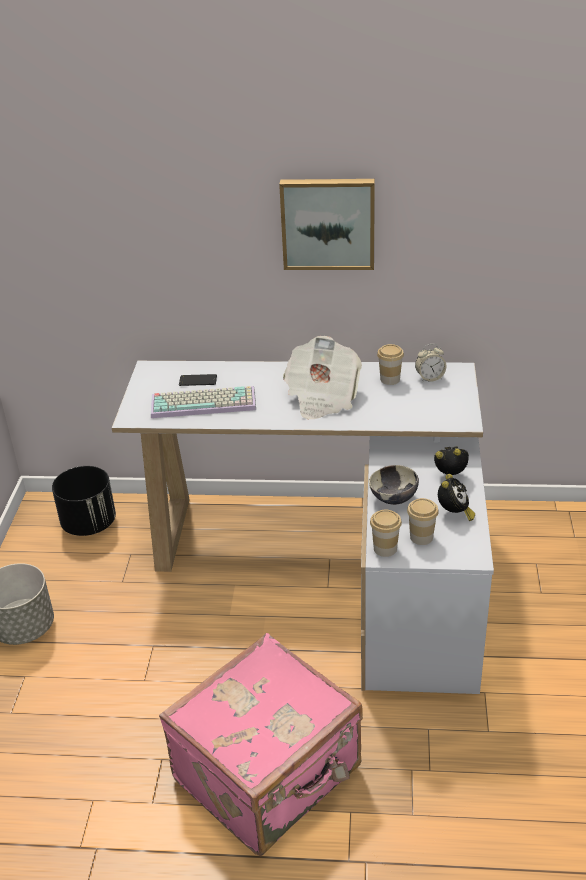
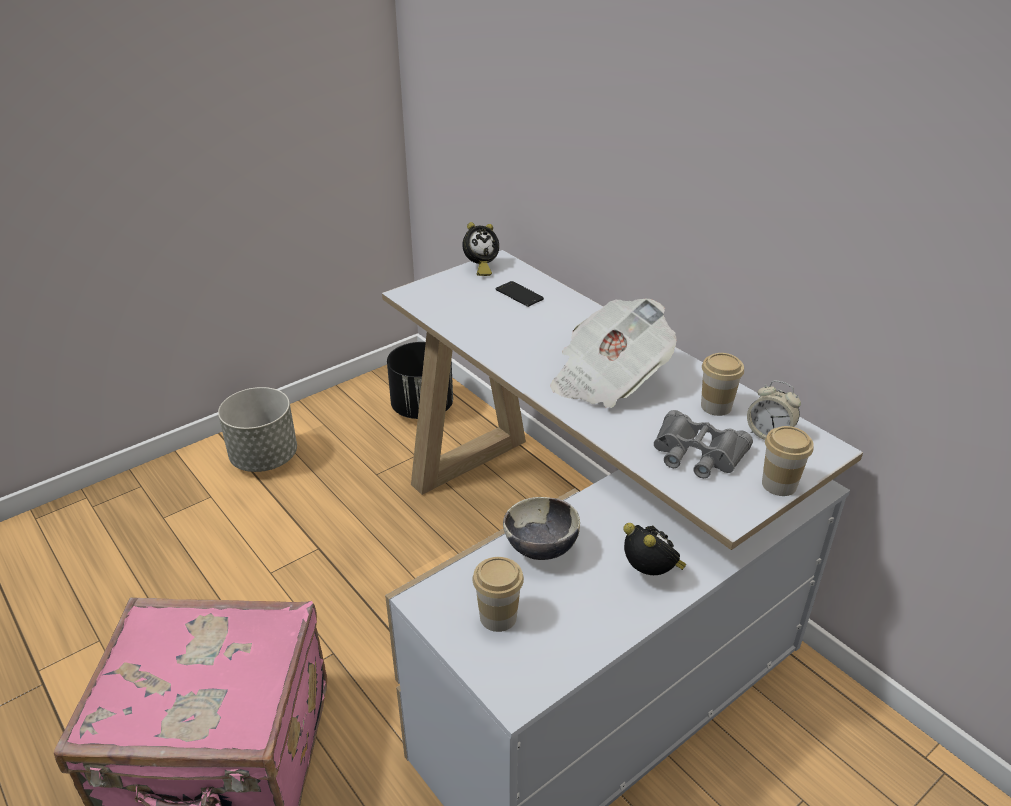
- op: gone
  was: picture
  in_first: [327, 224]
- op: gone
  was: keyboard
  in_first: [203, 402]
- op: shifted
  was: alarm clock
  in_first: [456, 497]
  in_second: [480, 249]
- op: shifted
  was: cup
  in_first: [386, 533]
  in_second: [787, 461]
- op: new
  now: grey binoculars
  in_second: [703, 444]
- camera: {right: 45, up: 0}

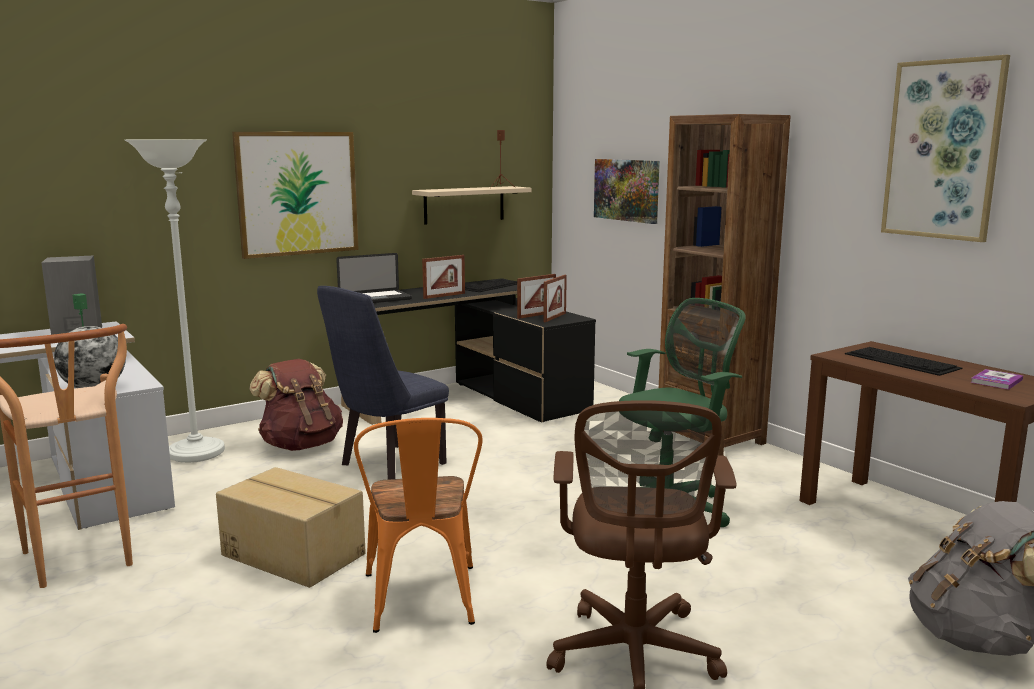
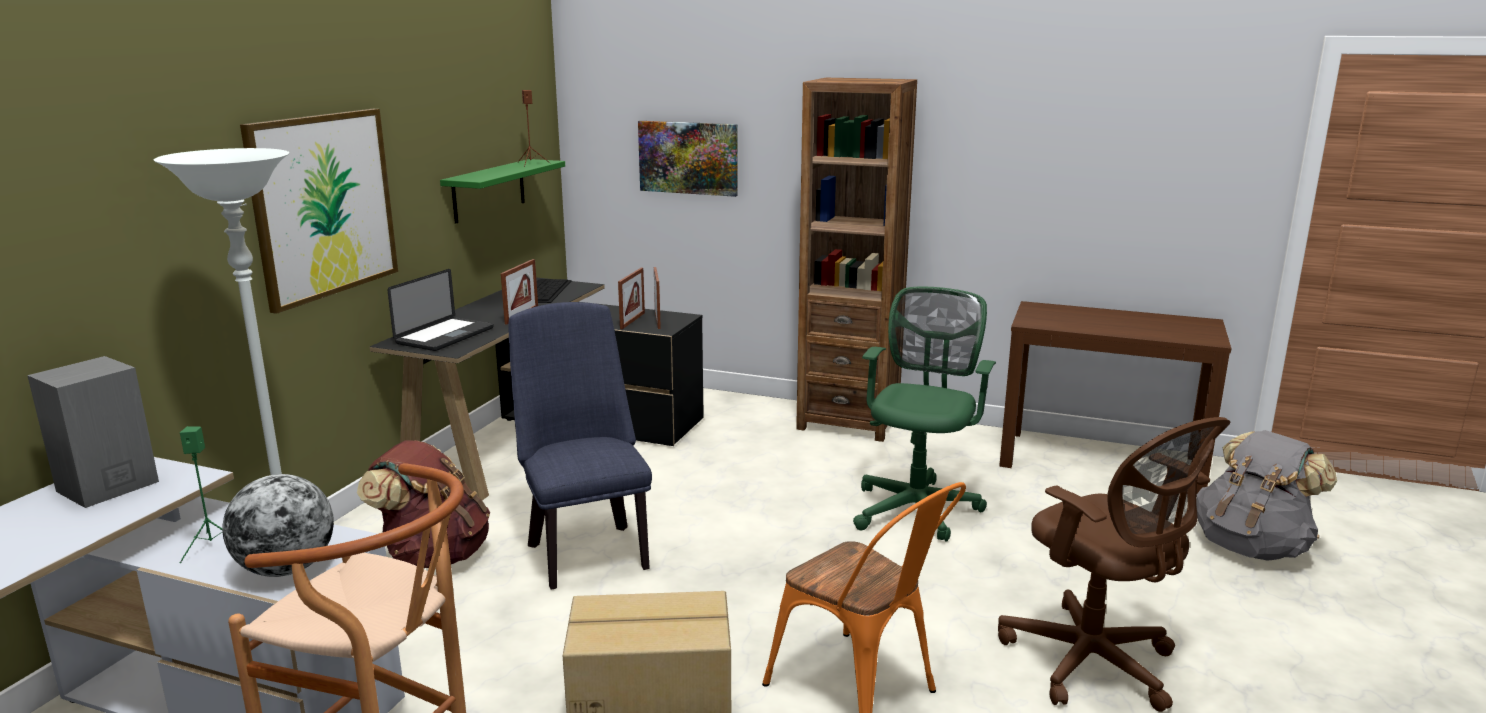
- op: gone
  was: picture
  in_first: [945, 148]
- op: repainted
  was: beige shelf
  now: green shelf
  in_first: [472, 205]
  in_second: [502, 191]
- op: rotated
  was: blue chair
  in_first: [383, 383]
  in_second: [580, 446]
  clockwise: 150
- op: gone
  was: keyboard
  in_first: [903, 361]
- op: gone
  was: book
  in_first: [997, 379]
- camera: {right: -35, up: 5}

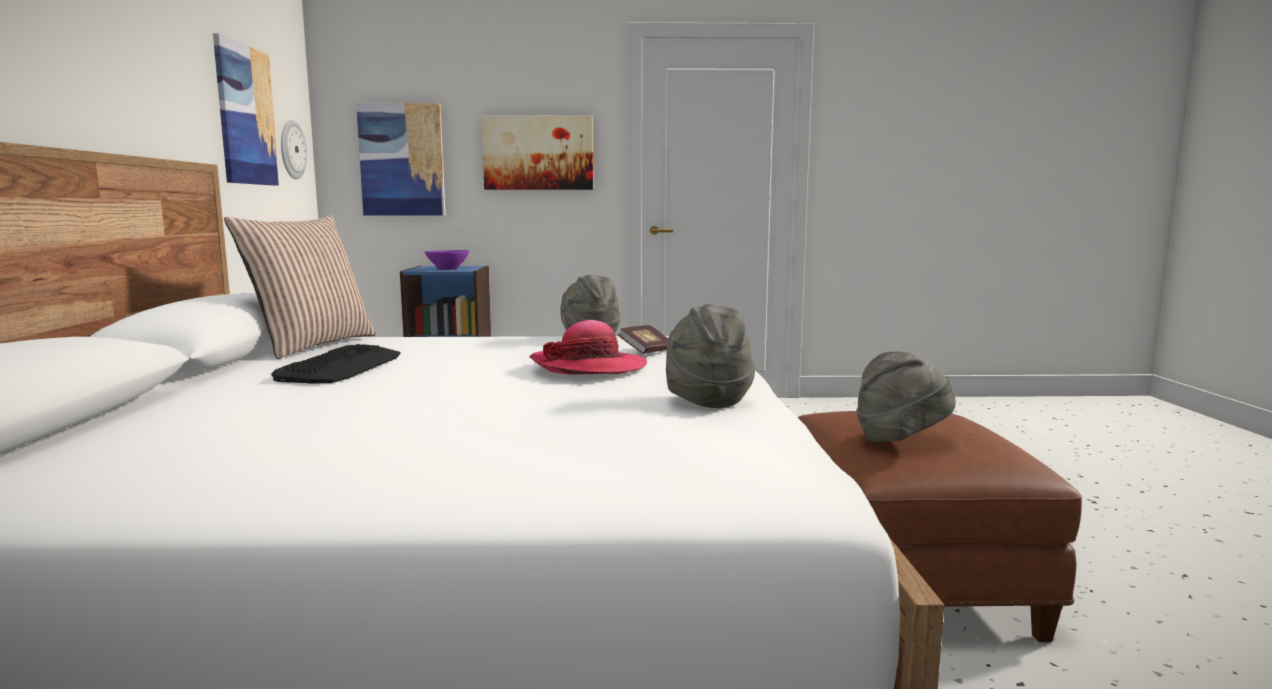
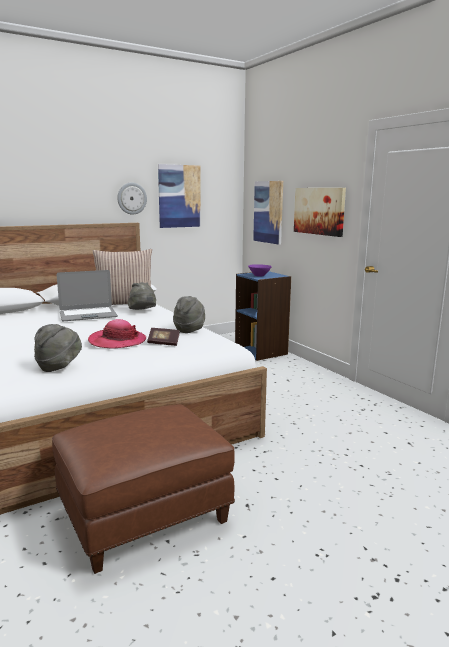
- op: shifted
  was: wall clock
  in_first: [294, 149]
  in_second: [132, 198]
- op: swapped
  was: keyboard
  now: laptop
  in_first: [336, 364]
  in_second: [87, 295]
- op: shifted
  was: grey hat
  in_first: [906, 397]
  in_second: [142, 296]
- camera: {right: 60, up: 5}

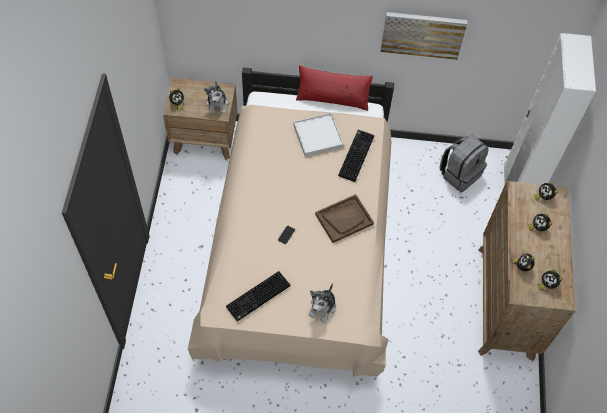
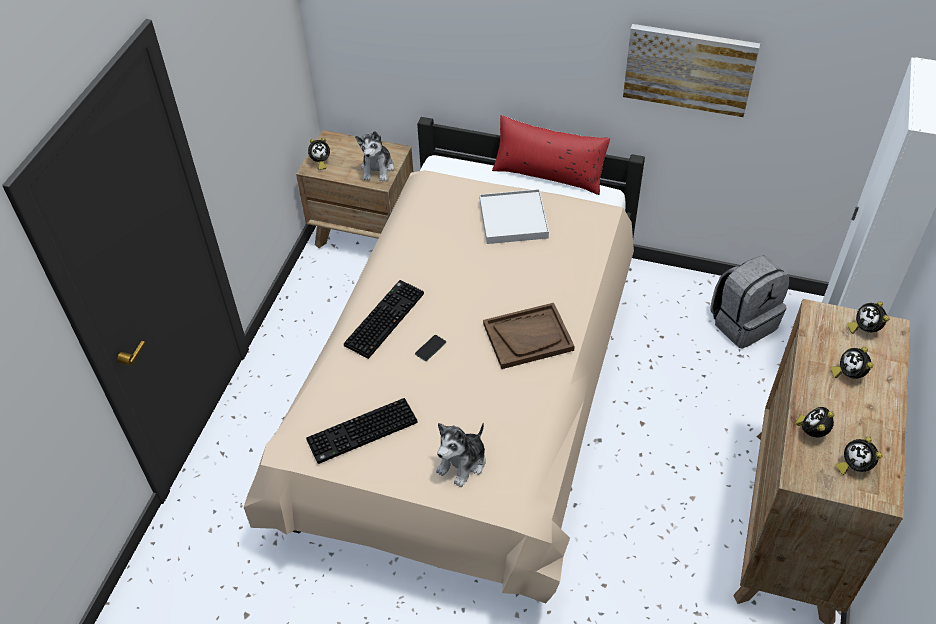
- op: shifted
  was: keyboard
  in_first: [356, 156]
  in_second: [384, 319]
- camera: {right: 15, up: -10}

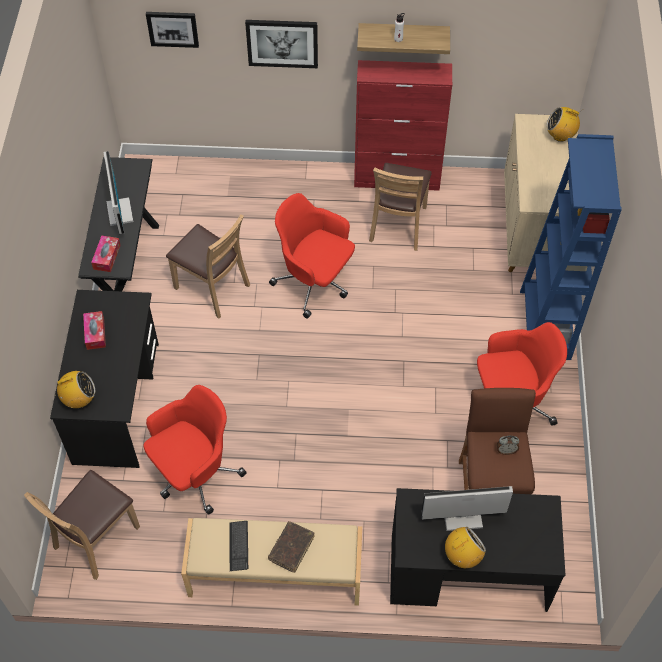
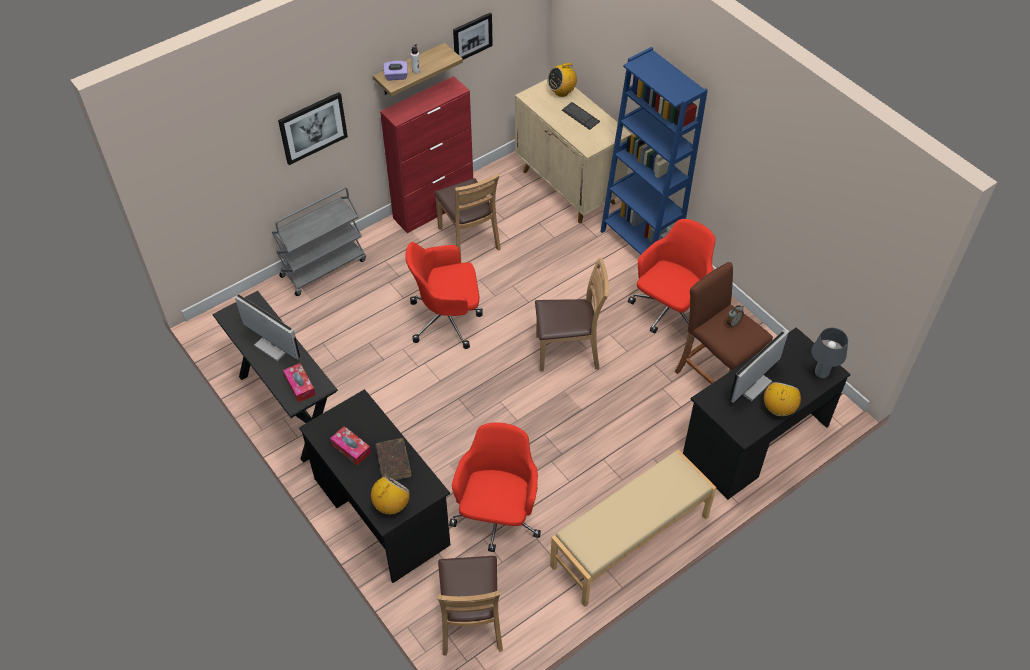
- op: shifted
  was: picture
  in_first: [172, 30]
  in_second: [473, 36]
- op: shifted
  was: brown chair
  in_first: [208, 266]
  in_second: [572, 315]
- op: shifted
  was: keyboard
  in_first: [238, 546]
  in_second: [581, 116]
- op: shifted
  was: brown book
  in_first: [291, 547]
  in_second: [393, 459]
- op: new
  now: purple tissue box
  in_second: [395, 71]
- op: new
  now: grey cart
  in_second: [319, 241]
- op: new
  now: grey table lamp
  in_second: [830, 353]
- camera: {right: -40, up: -5}

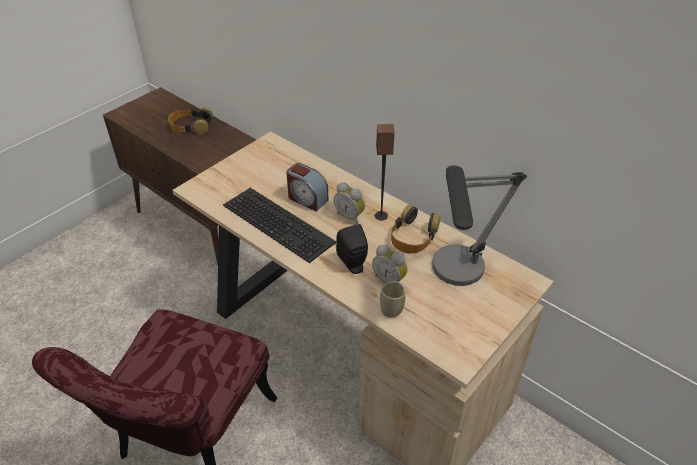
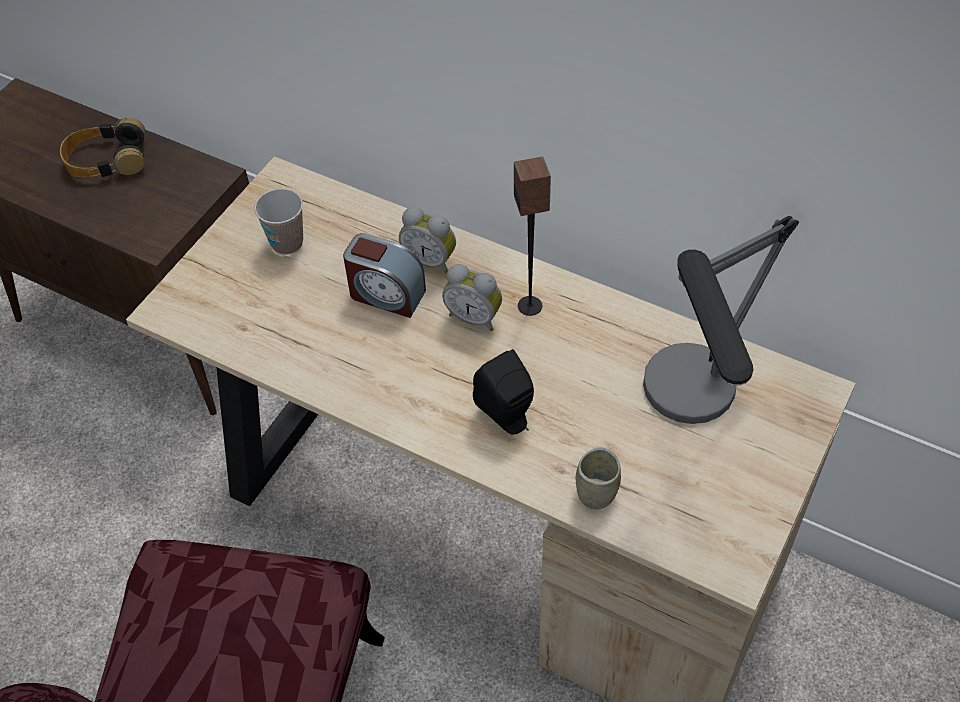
- op: gone
  was: keyboard
  in_first: [279, 225]
- op: gone
  was: headphones
  in_first: [416, 229]
- op: shifted
  was: alarm clock
  in_first: [389, 264]
  in_second: [427, 240]
- op: new
  now: cup
  in_second: [278, 221]
- camera: {right: -10, up: 10}

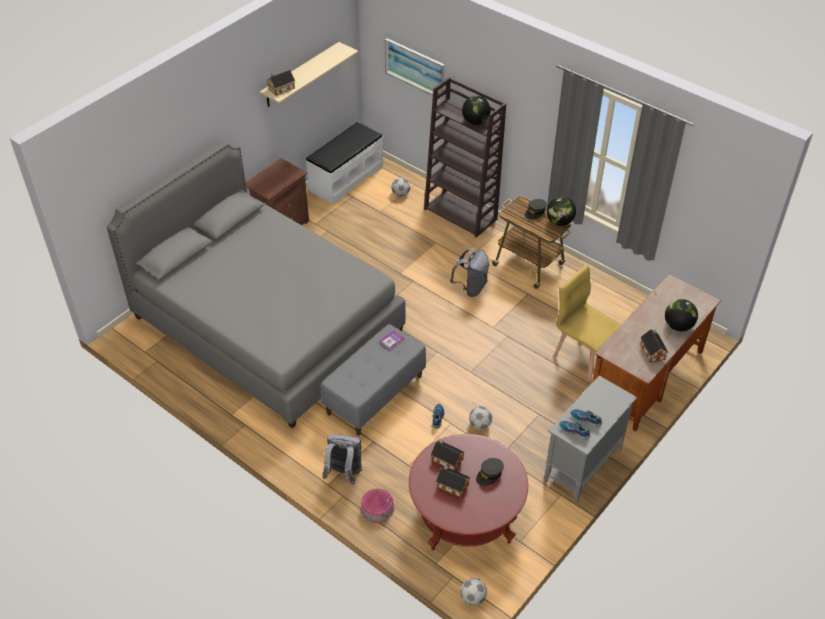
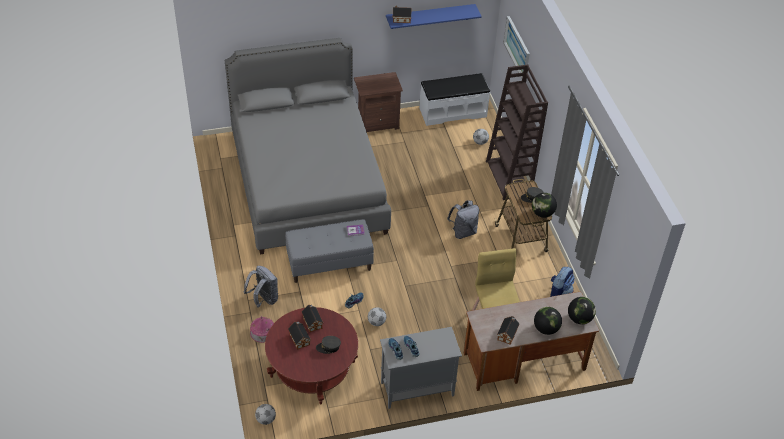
- op: repainted
  was: beige shelf
  now: blue shelf
  in_first: [309, 74]
  in_second: [434, 16]
- op: shifted
  was: globe
  in_first: [476, 110]
  in_second: [582, 310]
- op: new
  now: backpack
  in_second: [562, 281]
- camera: {right: 35, up: 0}

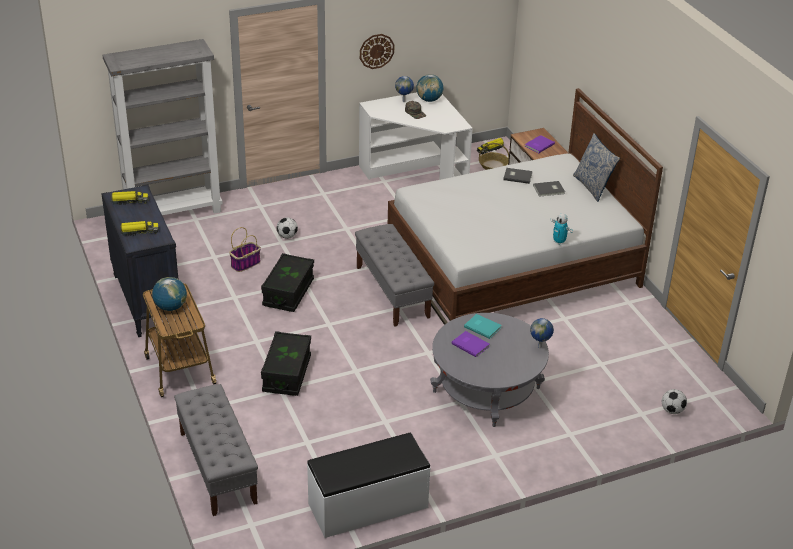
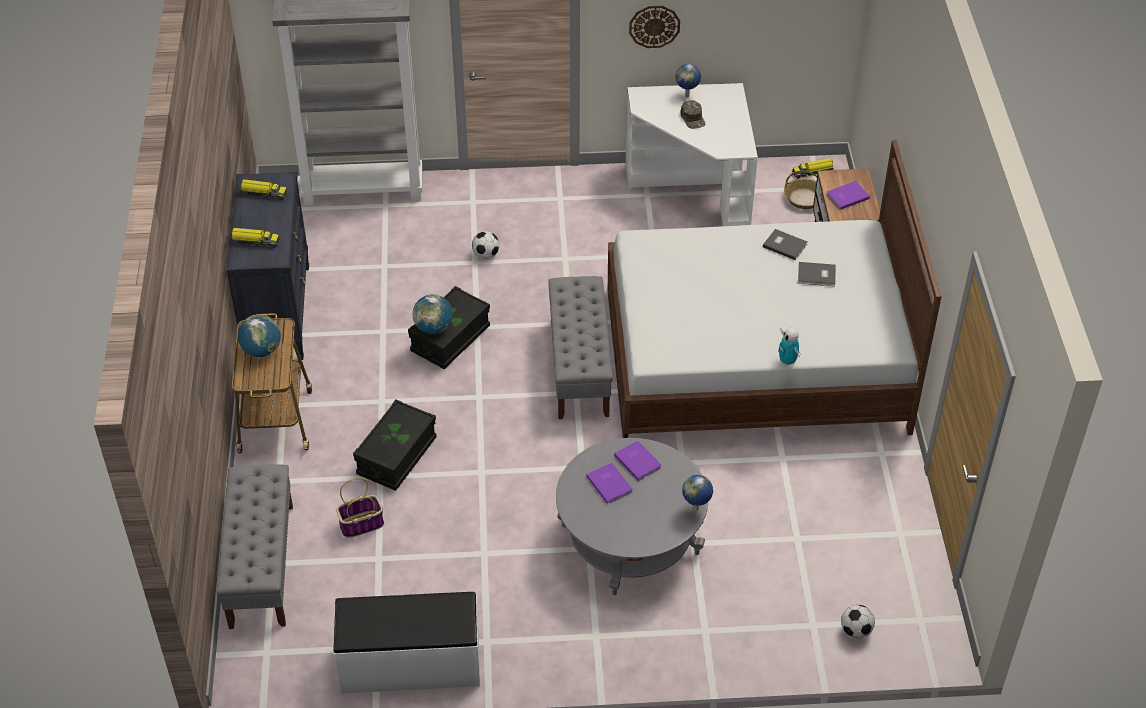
- op: shifted
  was: globe
  in_first: [429, 88]
  in_second: [433, 314]
- op: gone
  was: pillow
  in_first: [596, 167]
- op: shifted
  was: basket
  in_first: [245, 249]
  in_second: [360, 508]
- op: repainted
  was: turquoise book
  now: purple book
  in_first: [483, 326]
  in_second: [637, 460]
- camera: {right: 20, up: 10}

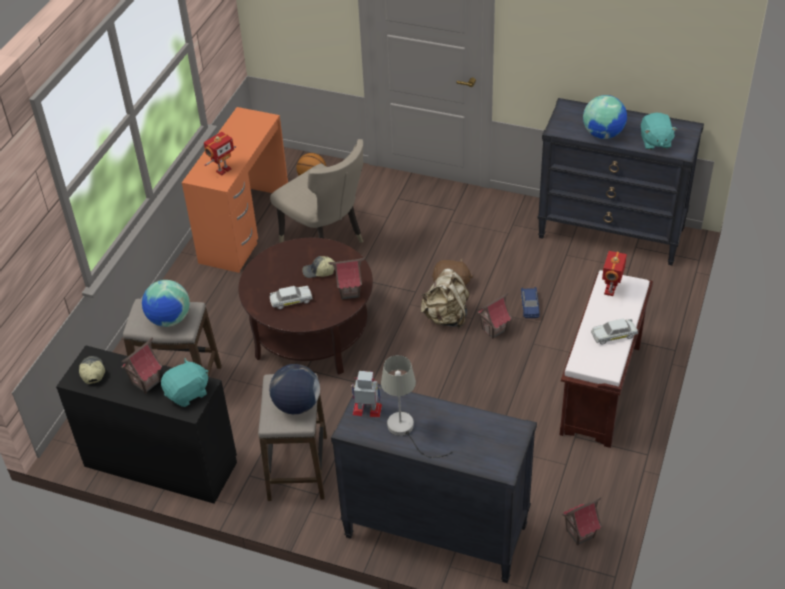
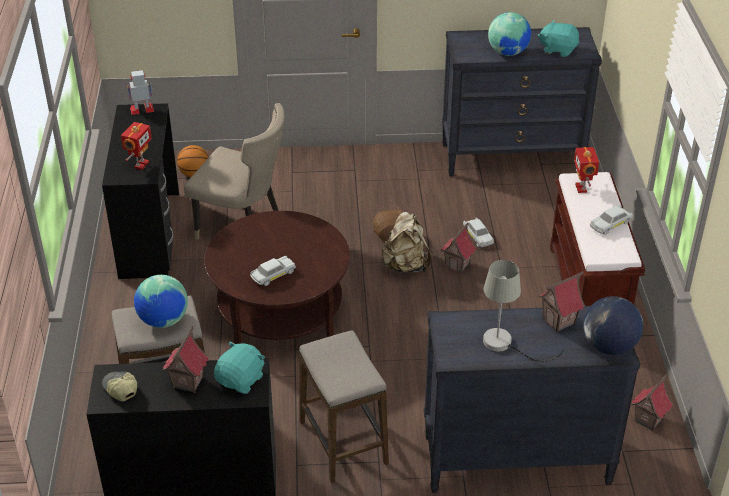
- op: repainted
  was: orange desk
  now: black desk
  in_first: [235, 190]
  in_second: [140, 191]
- op: rotated
  was: turquoise plush toy
  in_first: [659, 131]
  in_second: [558, 38]
  clockwise: 135
- op: gone
  was: cap
  in_first: [318, 267]
- op: shifted
  was: toy house
  in_first: [346, 279]
  in_second: [562, 301]
- op: repainted
  was: blue toy car
  now: white toy car
  in_first: [530, 302]
  in_second: [478, 232]
- op: shifted
  was: globe
  in_first: [294, 389]
  in_second: [613, 325]
- op: shifted
  was: toy robot
  in_first: [366, 394]
  in_second: [140, 92]
- camera: {right: -25, up: -5}

